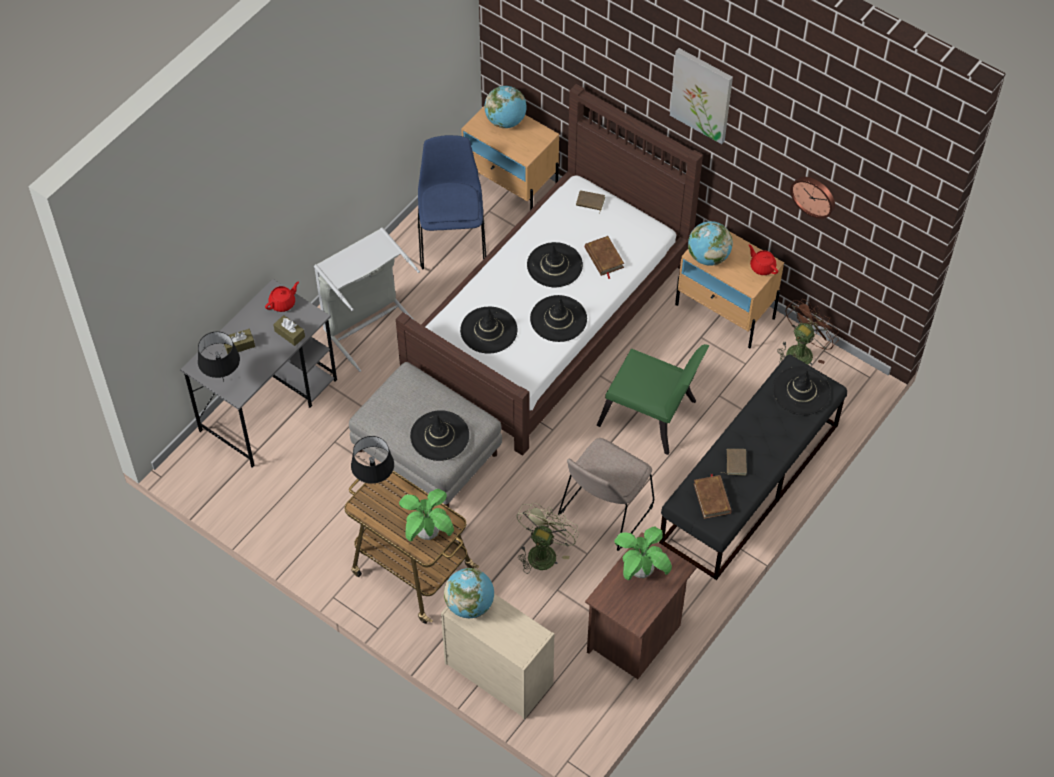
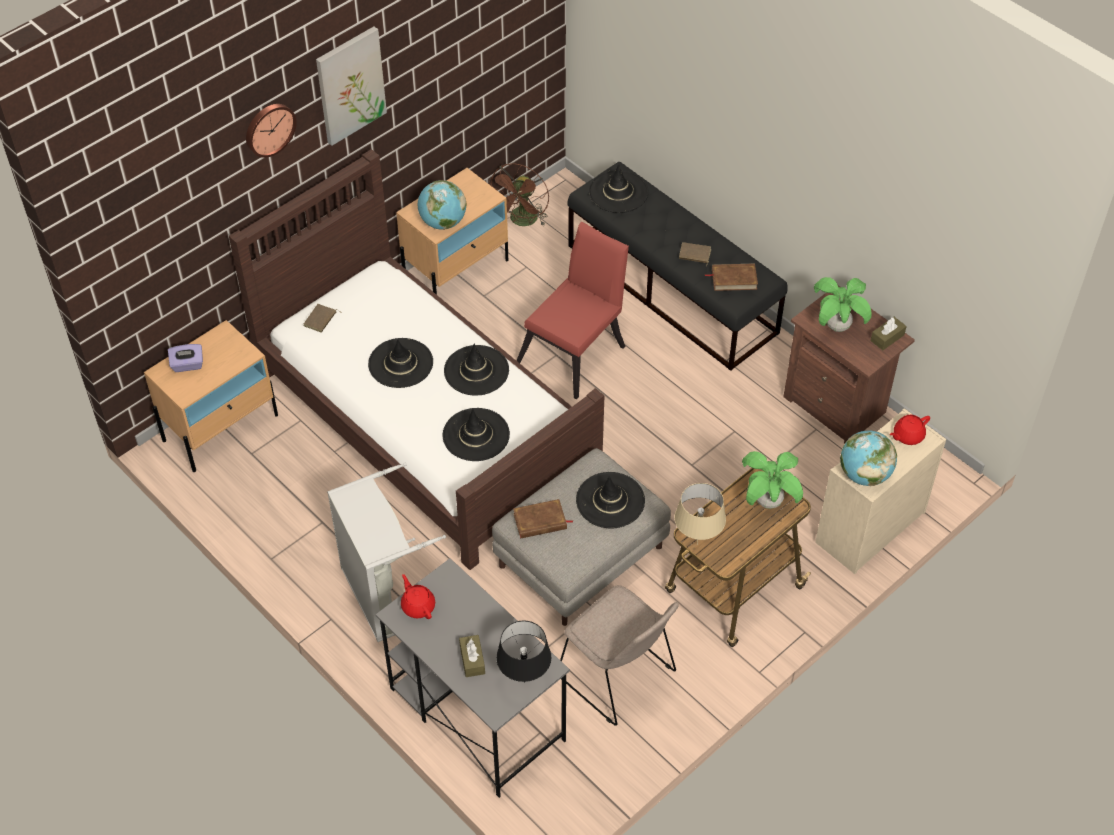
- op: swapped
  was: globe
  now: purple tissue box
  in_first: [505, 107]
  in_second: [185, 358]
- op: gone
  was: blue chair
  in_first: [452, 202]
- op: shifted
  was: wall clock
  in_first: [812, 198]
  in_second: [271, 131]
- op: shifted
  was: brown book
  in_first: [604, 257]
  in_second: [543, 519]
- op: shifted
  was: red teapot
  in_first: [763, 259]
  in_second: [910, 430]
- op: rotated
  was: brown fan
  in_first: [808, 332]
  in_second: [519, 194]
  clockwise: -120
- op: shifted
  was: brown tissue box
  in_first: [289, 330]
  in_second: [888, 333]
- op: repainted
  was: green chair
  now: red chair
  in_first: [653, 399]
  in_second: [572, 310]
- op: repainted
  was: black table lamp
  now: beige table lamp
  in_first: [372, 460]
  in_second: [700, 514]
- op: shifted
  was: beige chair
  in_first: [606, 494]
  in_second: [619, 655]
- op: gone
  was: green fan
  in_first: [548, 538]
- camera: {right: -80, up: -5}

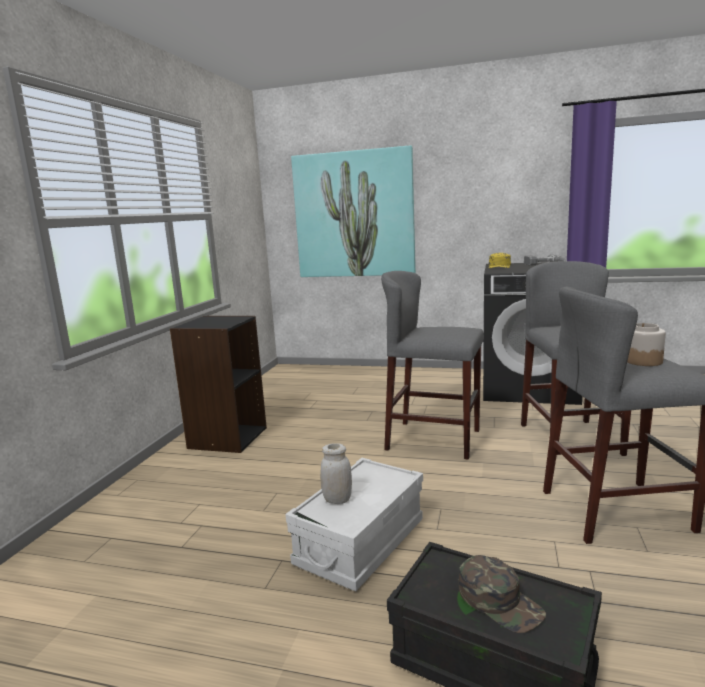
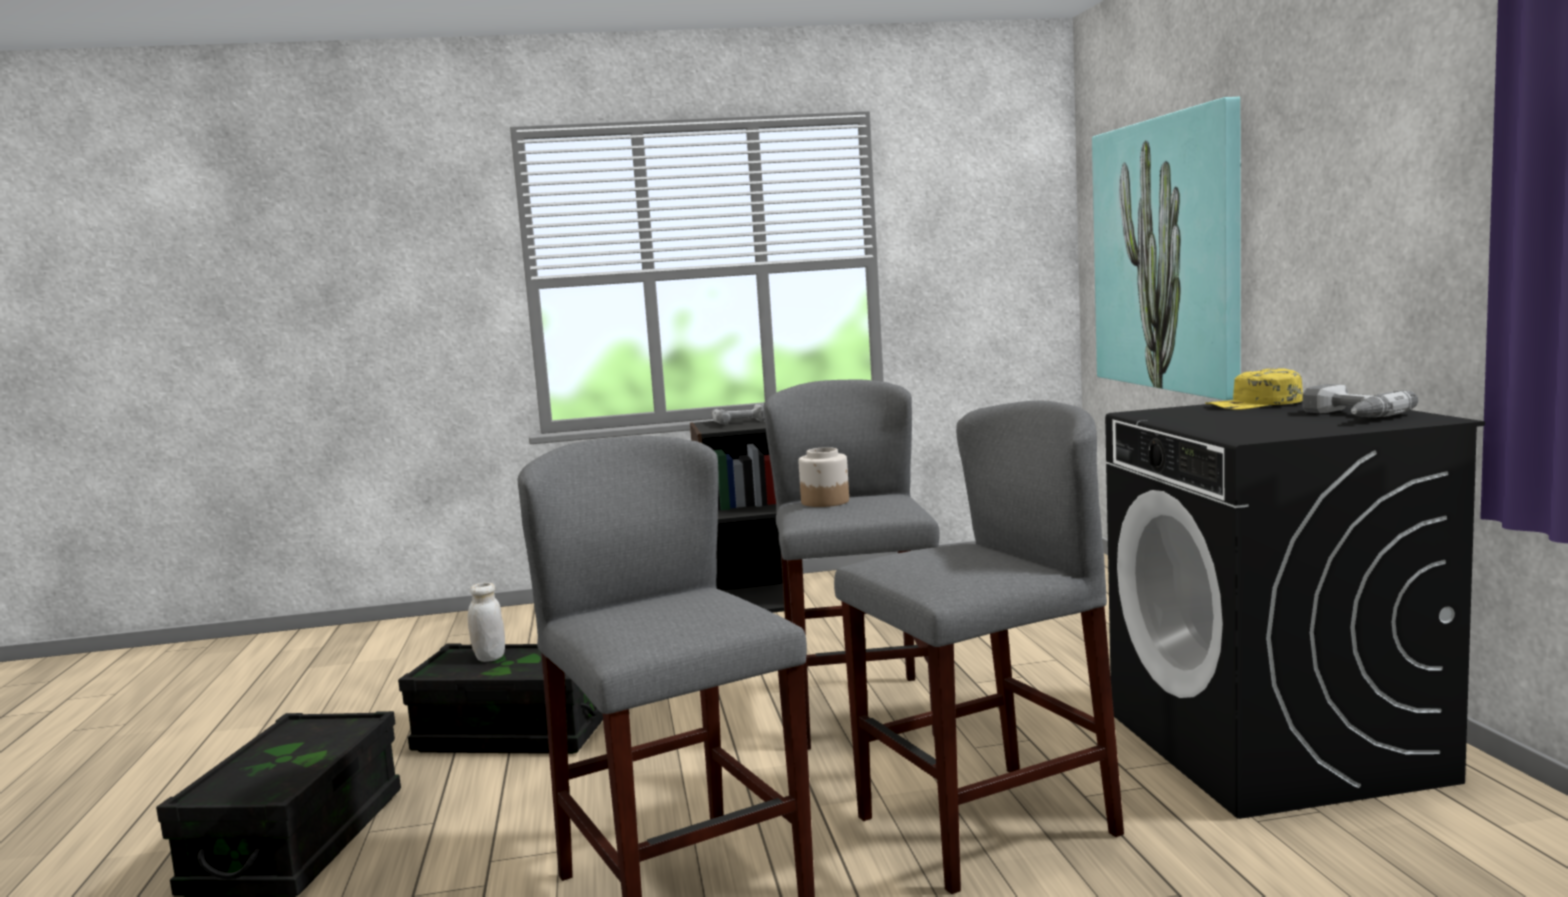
- op: shifted
  was: jar
  in_first: [646, 344]
  in_second: [823, 477]
- op: repainted
  was: white storage box
  now: black storage box
  in_first: [354, 524]
  in_second: [500, 698]
- op: gone
  was: green cap
  in_first: [502, 594]
- op: new
  now: power drill
  in_second: [737, 413]
- camera: {right: 65, up: -5}

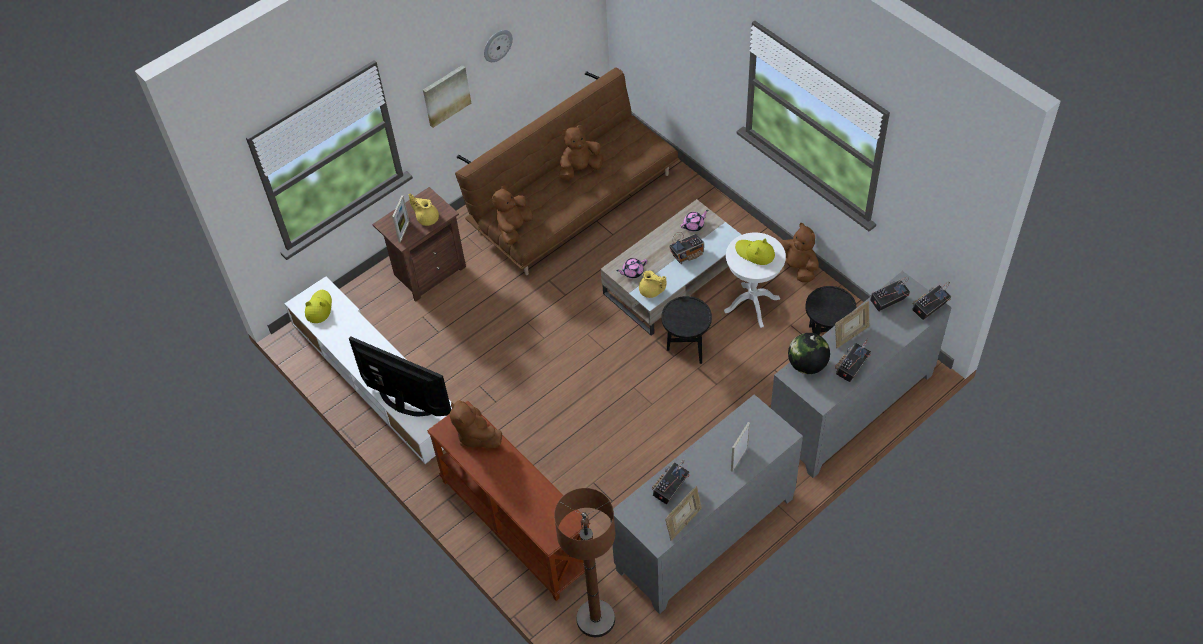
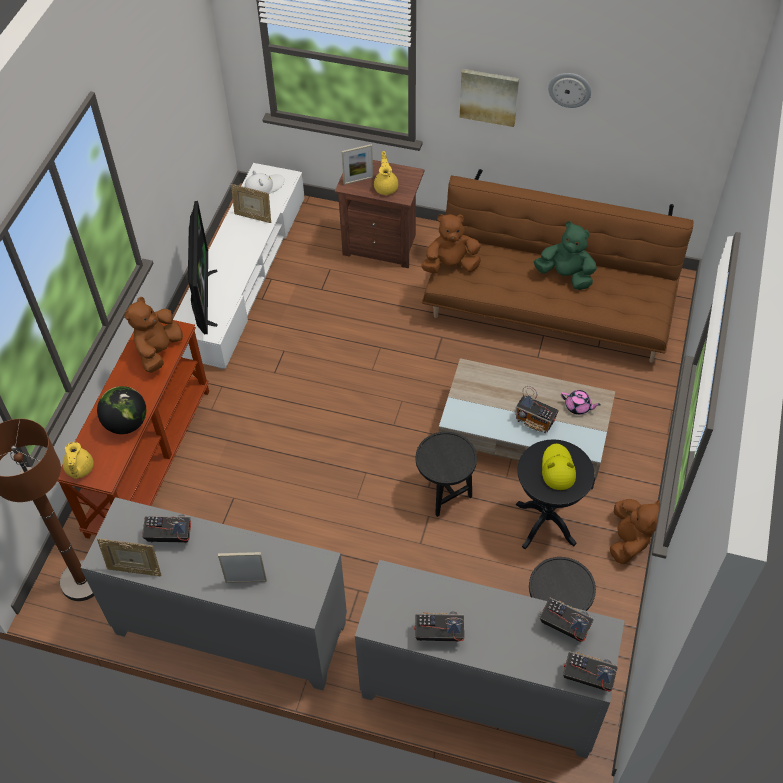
- op: repainted
  was: brown plush toy
  now: green plush toy
  in_first: [581, 152]
  in_second: [565, 255]
- op: repainted
  was: white side table
  now: black side table
  in_first: [755, 280]
  in_second: [555, 494]
- op: gone
  was: pink teapot
  in_first: [632, 268]
- op: shifted
  was: yellow teapot
  in_first: [652, 284]
  in_second: [78, 460]
- op: repainted
  was: yellow hat
  now: white hat
  in_first: [318, 306]
  in_second: [264, 182]
- op: shifted
  was: picture frame
  in_first: [852, 324]
  in_second: [251, 203]
- op: shifted
  was: globe
  in_first: [809, 353]
  in_second: [121, 410]
- camera: {right: 55, up: 0}

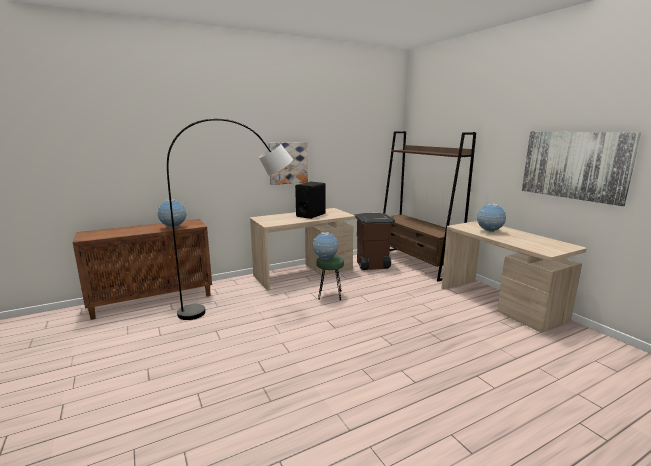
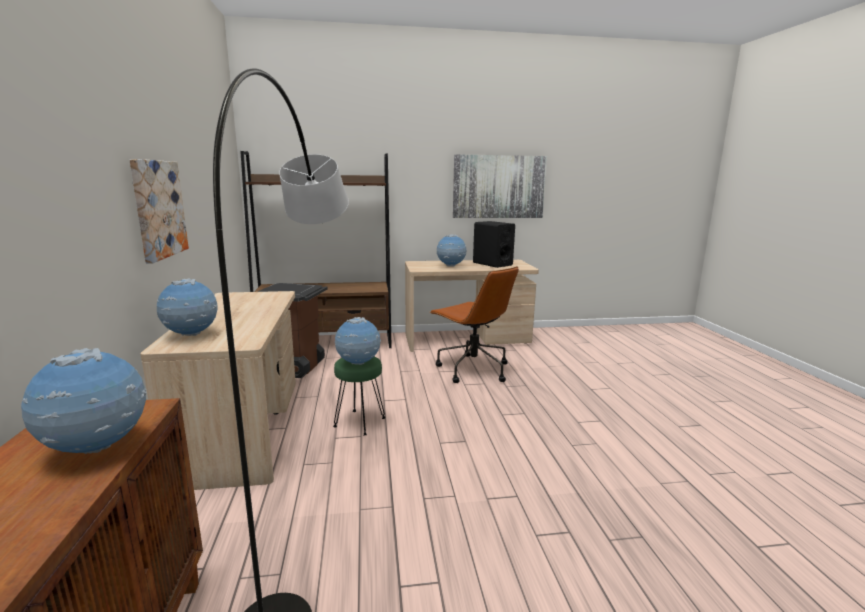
- op: shifted
  was: black speaker
  in_first: [310, 200]
  in_second: [494, 244]
- op: new
  now: brown office chair
  in_second: [474, 324]
- op: new
  now: globe
  in_second: [187, 307]
- camera: {right: -70, up: 0}

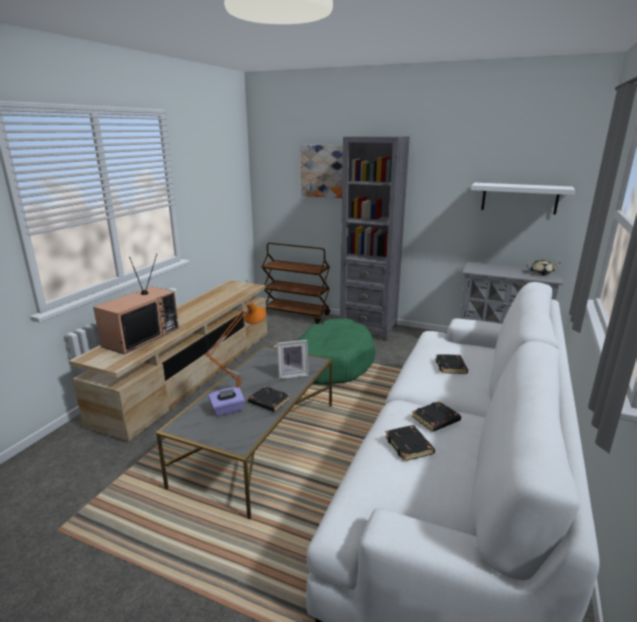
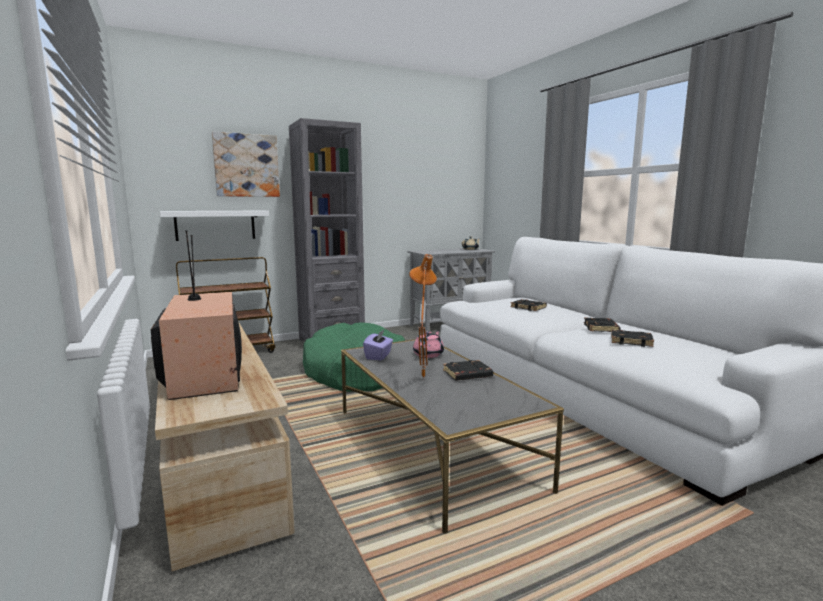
- op: shifted
  was: white shelf
  in_first: [523, 198]
  in_second: [214, 226]
- op: swapped
  was: picture frame
  now: pink teapot
  in_first: [293, 359]
  in_second: [428, 344]
- op: shifted
  was: purple tissue box
  in_first: [226, 401]
  in_second: [378, 344]
- camera: {right: -50, up: -10}

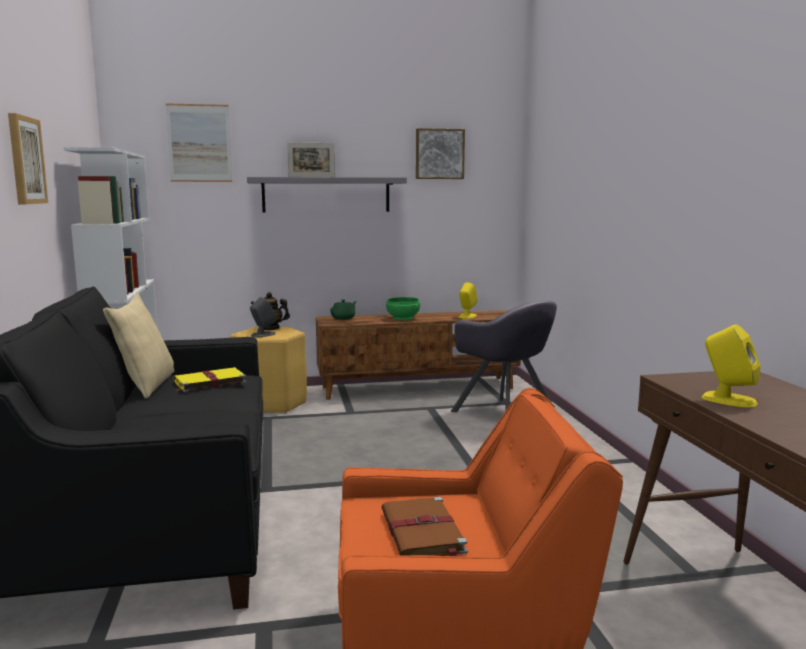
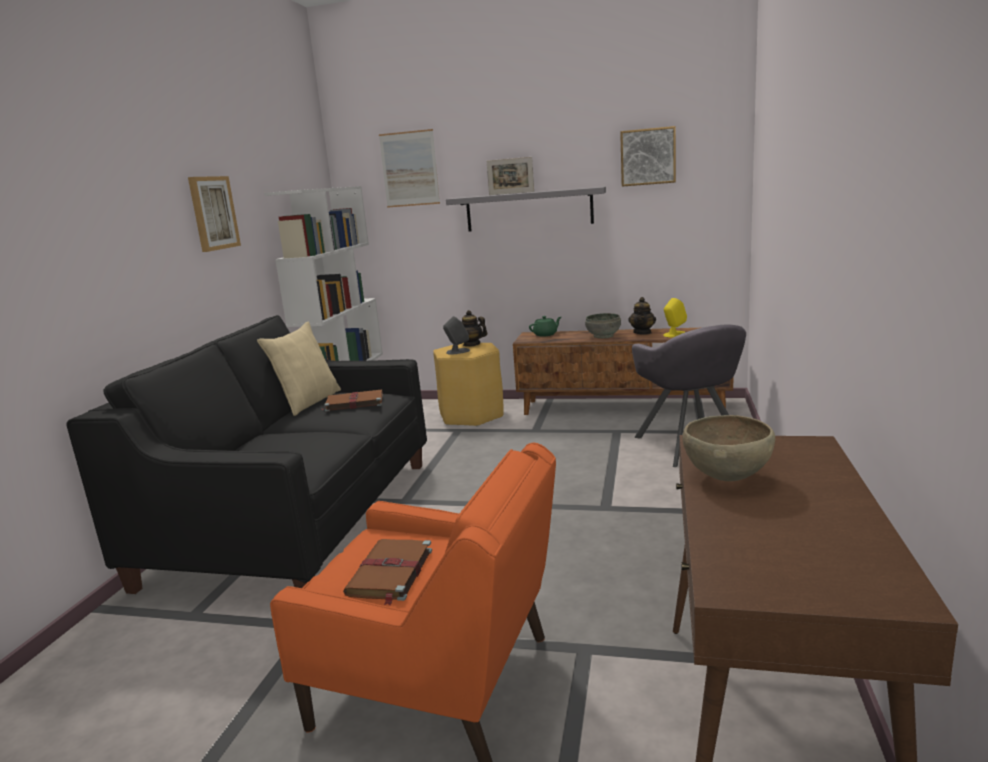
- op: repainted
  was: green bowl
  now: grey bowl
  in_first: [403, 308]
  in_second: [603, 325]
- op: swapped
  was: yellow speaker
  now: brown bowl
  in_first: [731, 366]
  in_second: [728, 448]
- op: repainted
  was: yellow book
  now: brown book
  in_first: [210, 379]
  in_second: [352, 401]
- op: new
  now: teapot
  in_second: [642, 316]
- camera: {right: 25, up: 5}

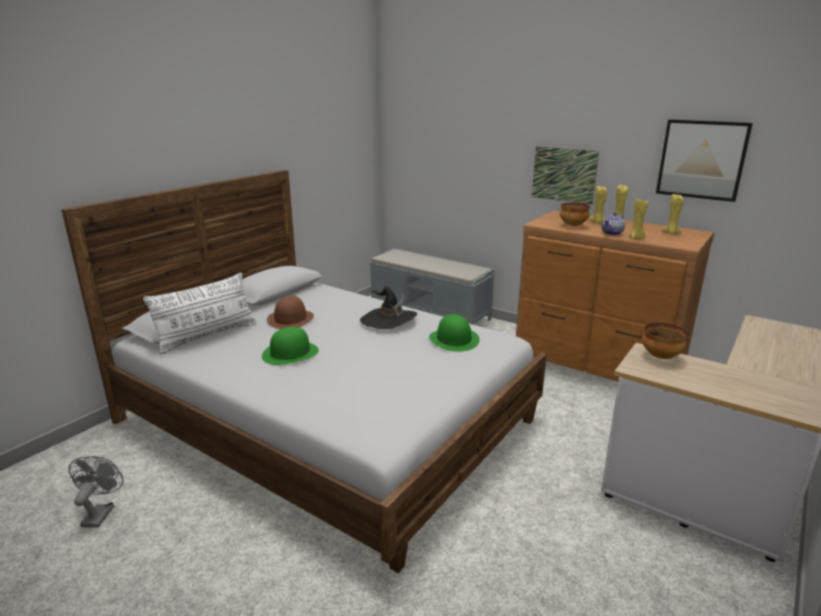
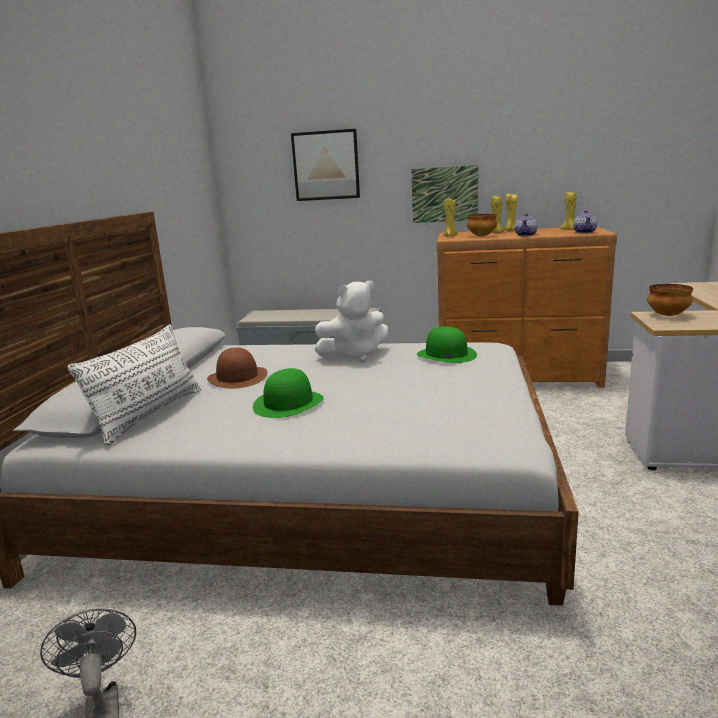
- op: shifted
  was: picture
  in_first: [704, 160]
  in_second: [325, 165]
- op: shifted
  was: yellow candle
  in_first: [638, 219]
  in_second: [450, 217]
- op: swapped
  was: black hat
  now: white plush toy
  in_first: [388, 308]
  in_second: [351, 321]
- op: new
  now: teapot
  in_second: [585, 221]
- camera: {right: -25, up: -5}

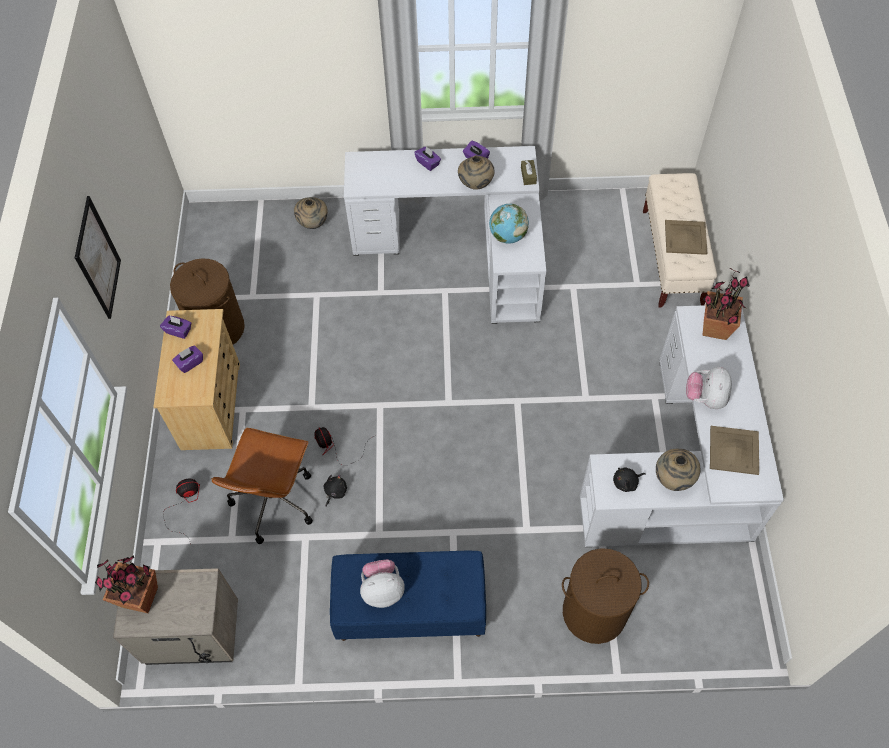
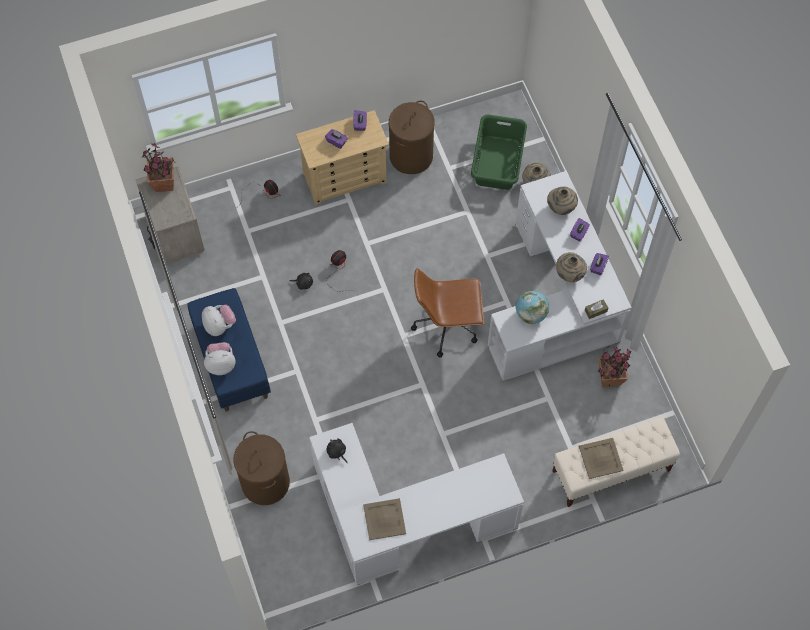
- op: gone
  was: picture
  in_first: [98, 257]
- op: shifted
  was: potted plant
  in_first: [726, 304]
  in_second: [614, 367]
- op: shifted
  was: plush toy
  in_first: [709, 388]
  in_second: [219, 358]
- op: shifted
  was: brown office chair
  in_first: [262, 486]
  in_second: [447, 312]
- op: shifted
  was: beige vase
  in_first: [678, 470]
  in_second: [562, 201]
- op: new
  now: green laundry basket
  in_second: [499, 152]
- camera: {right: 70, up: 5}

